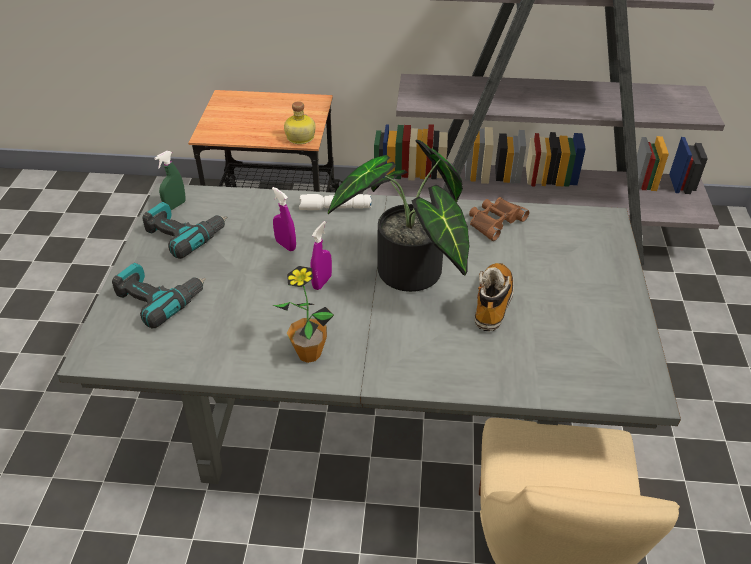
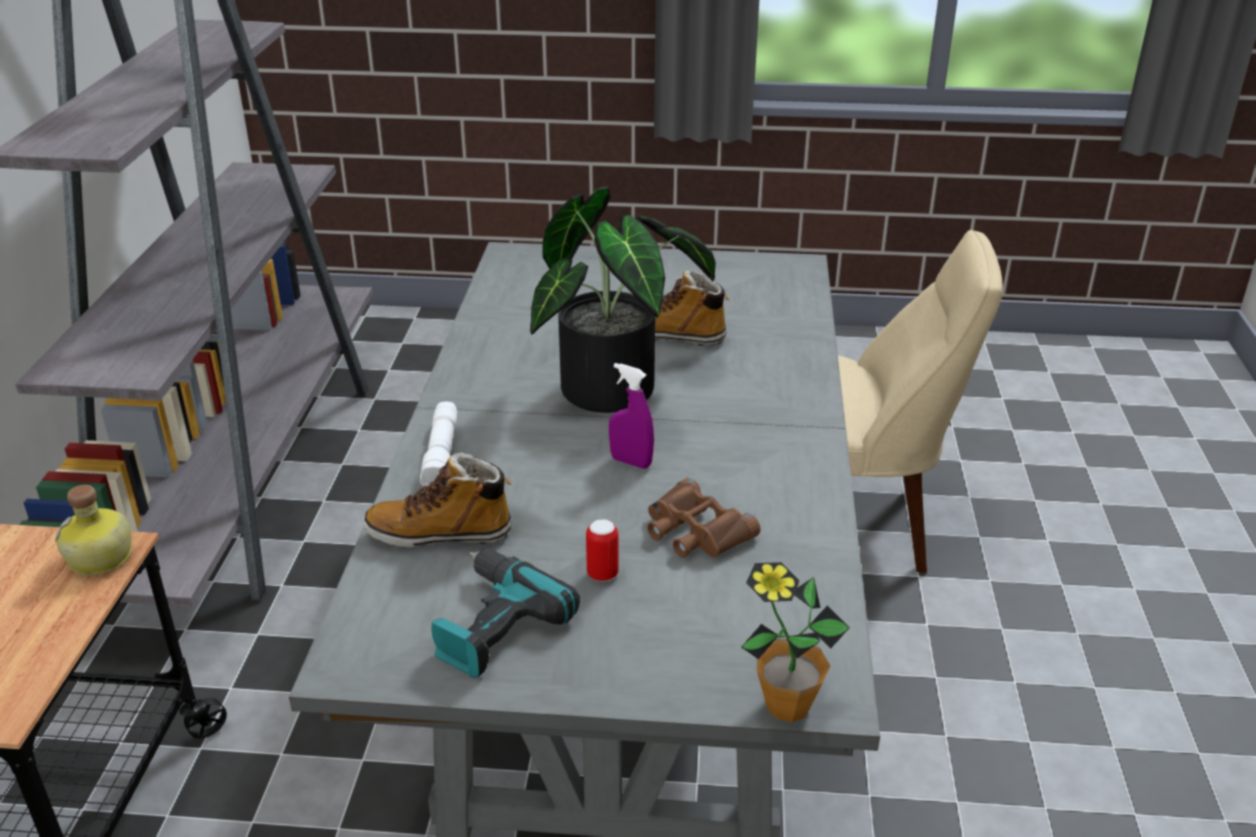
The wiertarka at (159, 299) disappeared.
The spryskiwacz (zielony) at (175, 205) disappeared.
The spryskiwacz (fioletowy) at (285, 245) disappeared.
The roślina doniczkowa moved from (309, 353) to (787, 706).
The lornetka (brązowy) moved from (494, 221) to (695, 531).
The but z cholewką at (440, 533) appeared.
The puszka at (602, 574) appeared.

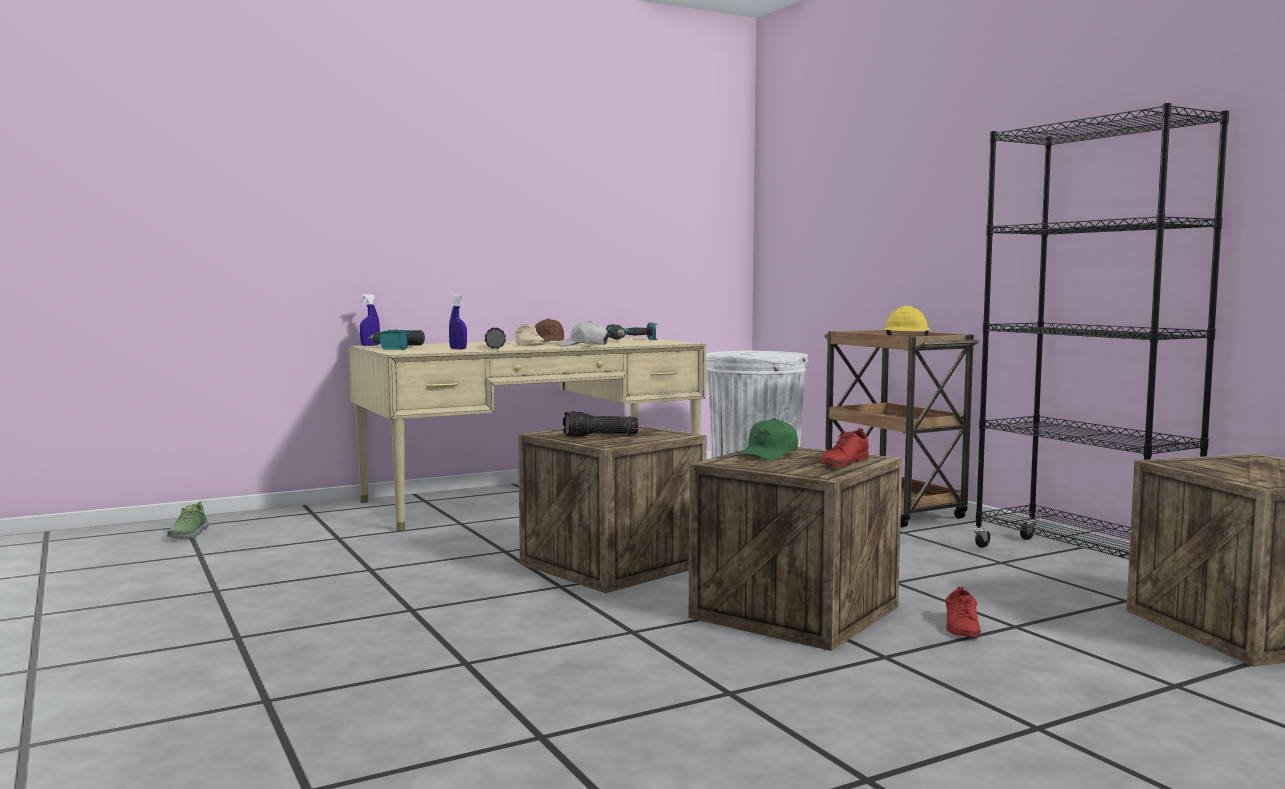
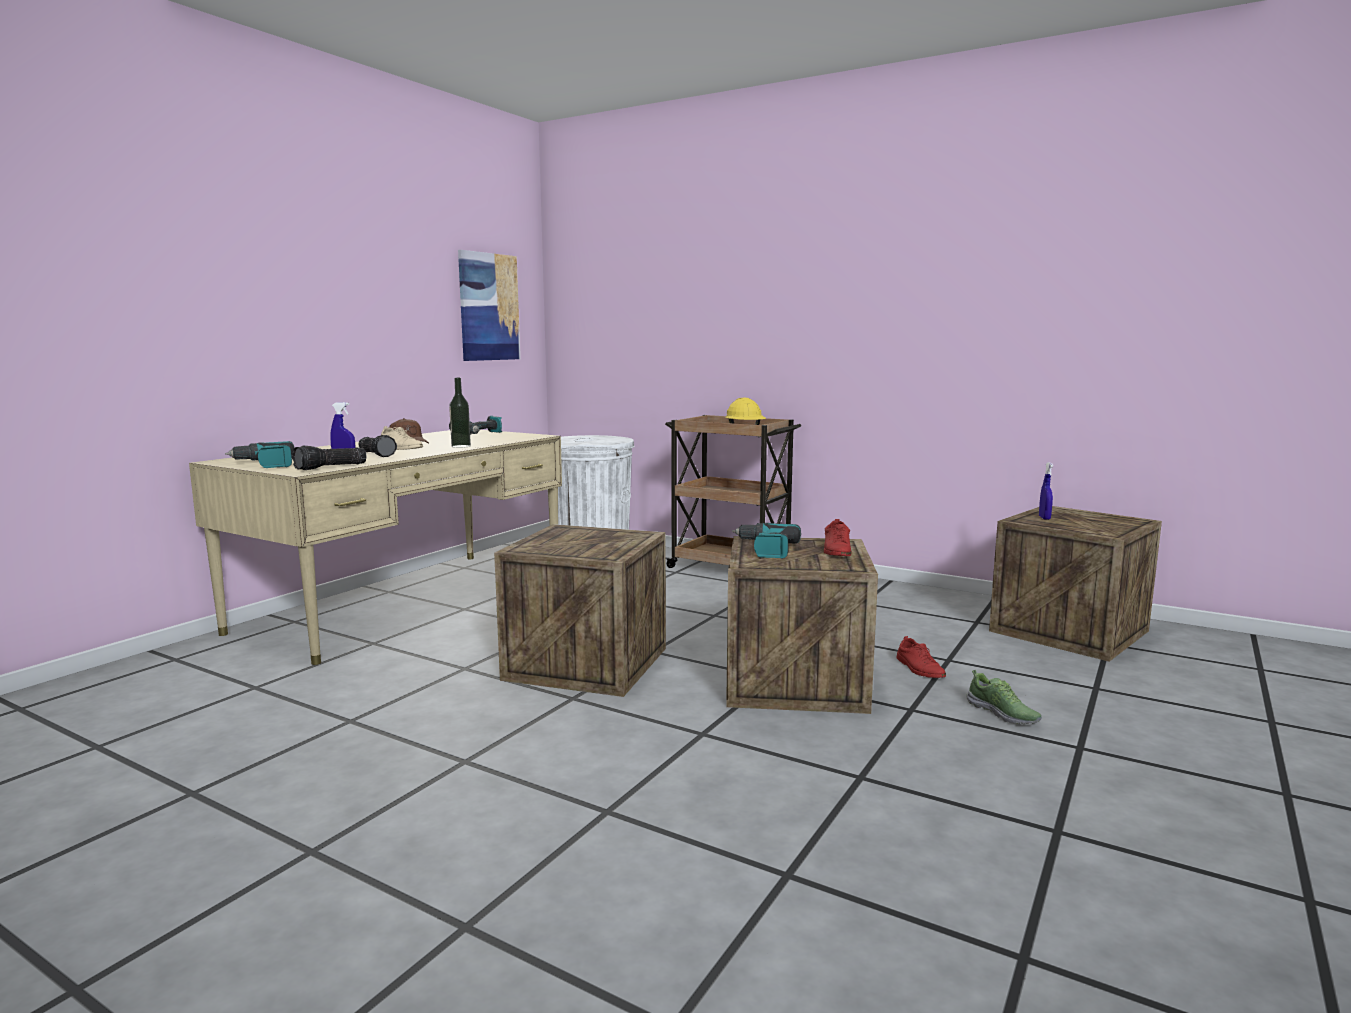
The but moved from (188, 534) to (1003, 714).
The spryskiwacz (niebieski) moved from (370, 345) to (1044, 518).
The czapka z daszkiem (biały) at (583, 346) was replaced by the butelka at (461, 446).
The latarka moved from (600, 436) to (331, 467).
The czapka z daszkiem (zielony) at (769, 455) was replaced by the wiertarka at (766, 549).
The regał (czarny) at (1080, 564) disappeared.
The obraz at (489, 307) appeared.

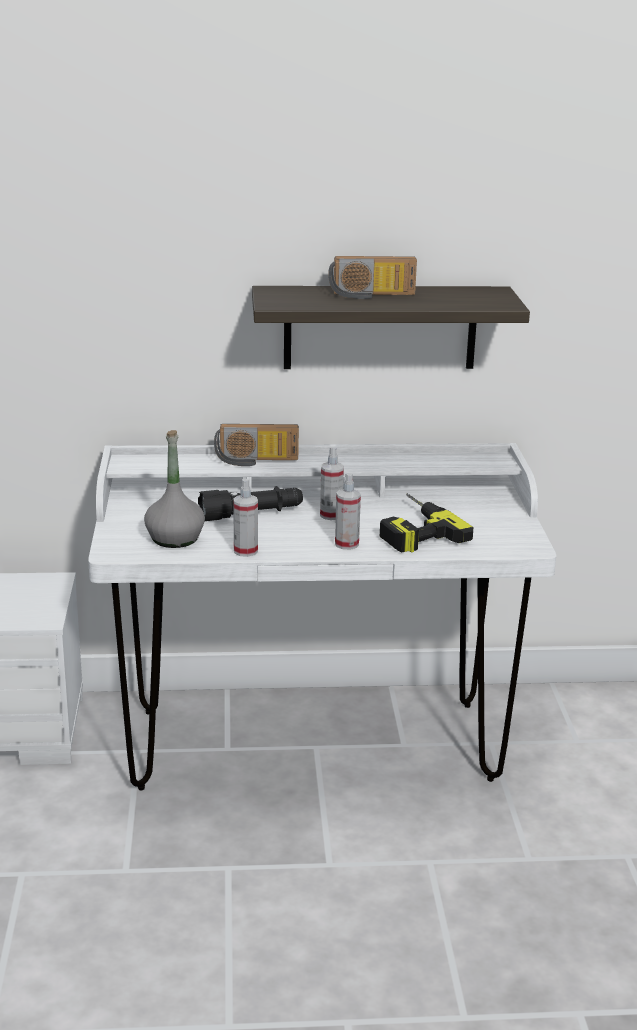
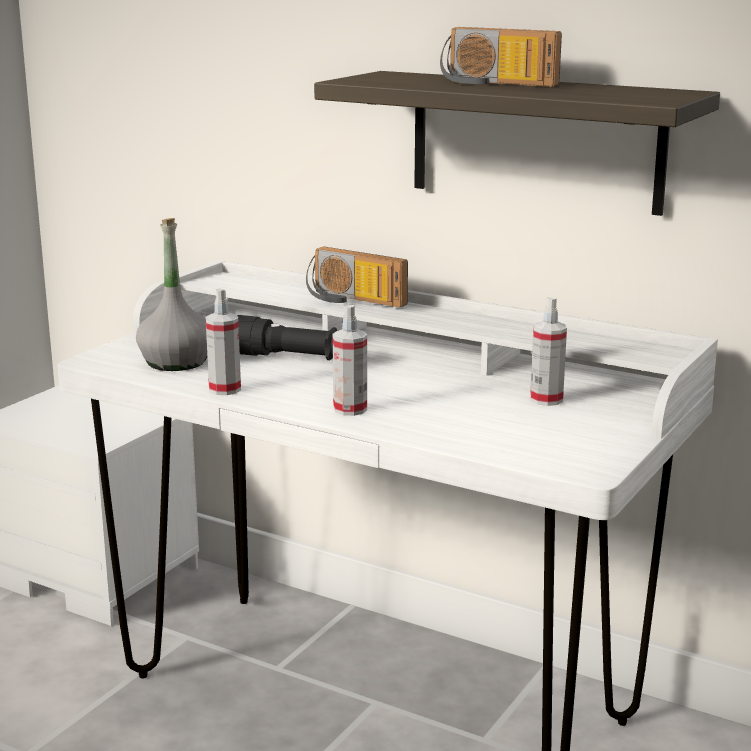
The spryskiwacz moved from (331, 515) to (546, 399).
The wiertarka at (411, 529) disappeared.

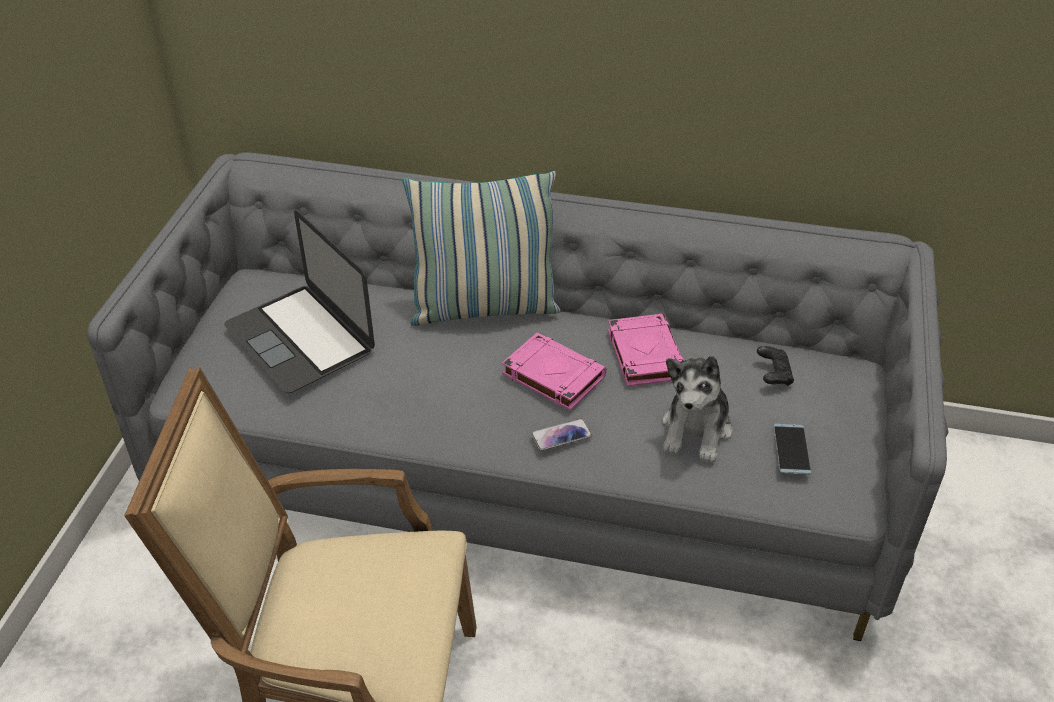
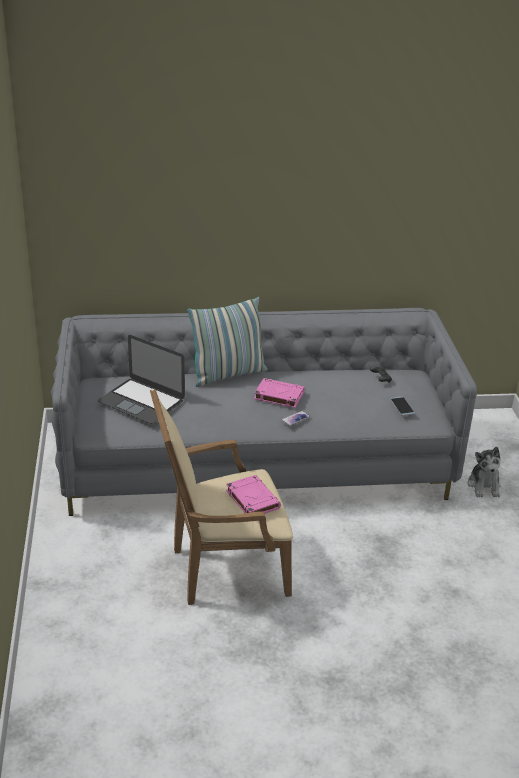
The książka (różowy) moved from (645, 354) to (252, 499).
The pluszak moved from (696, 430) to (484, 486).

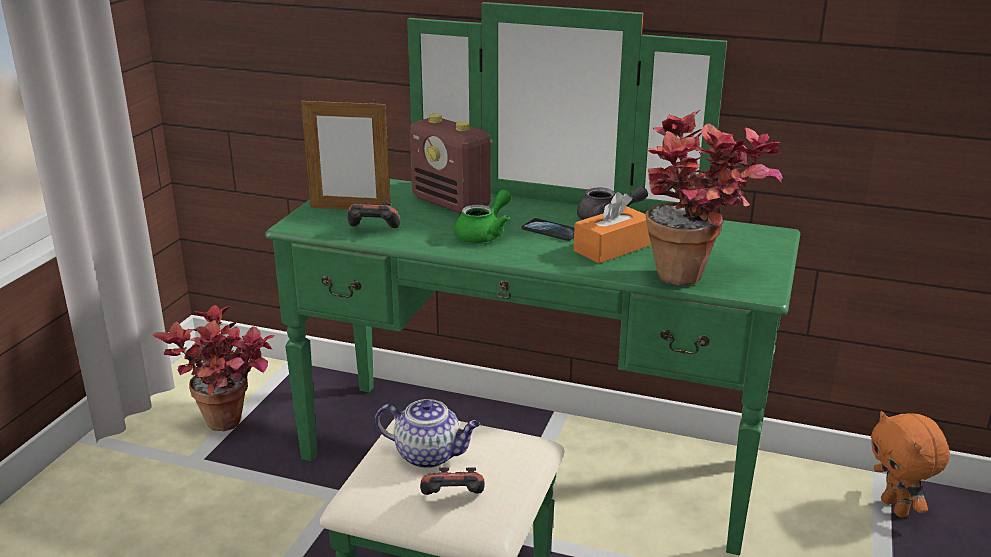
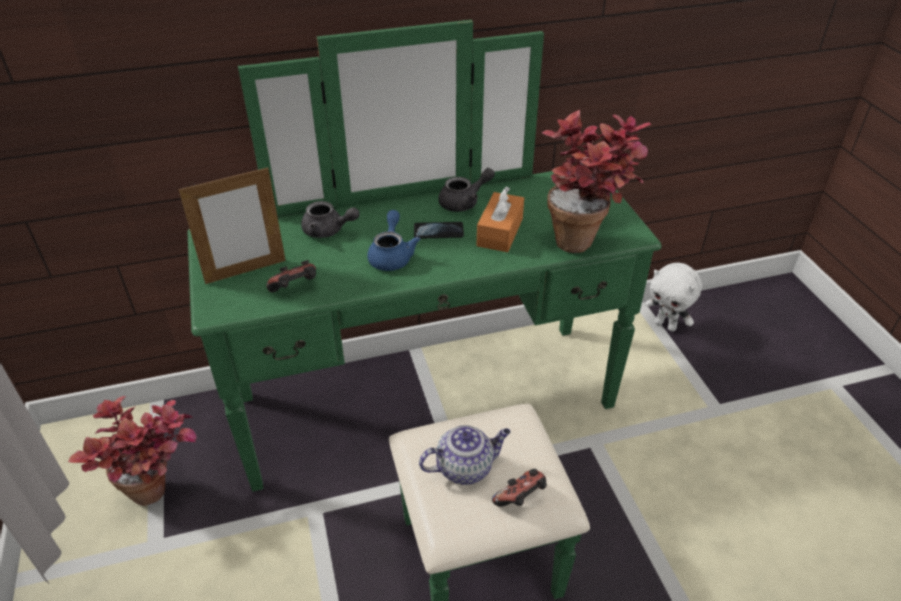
The radio at (452, 204) was replaced by the imbryk (szary) at (328, 231).
The imbryk (zielony) at (484, 234) became the imbryk (niebieski) at (392, 256).
The pluszak (pomarańczowy) at (896, 508) became the pluszak (biały) at (666, 325).

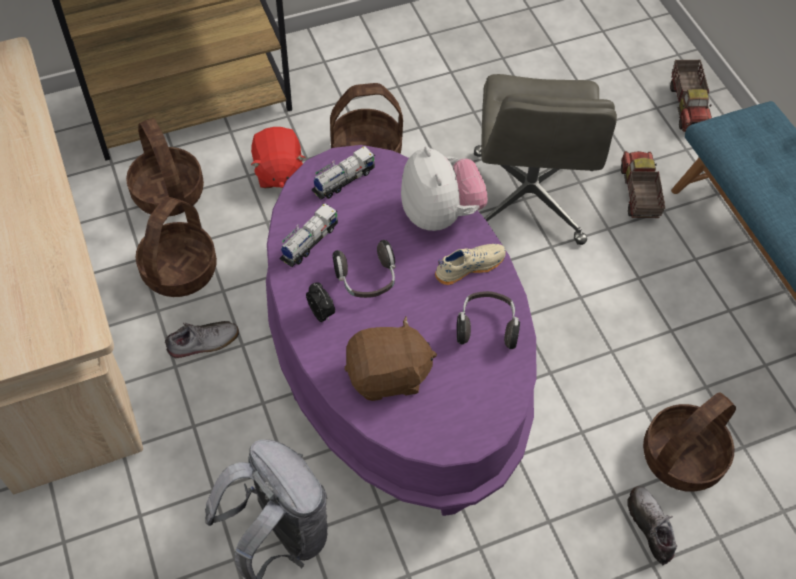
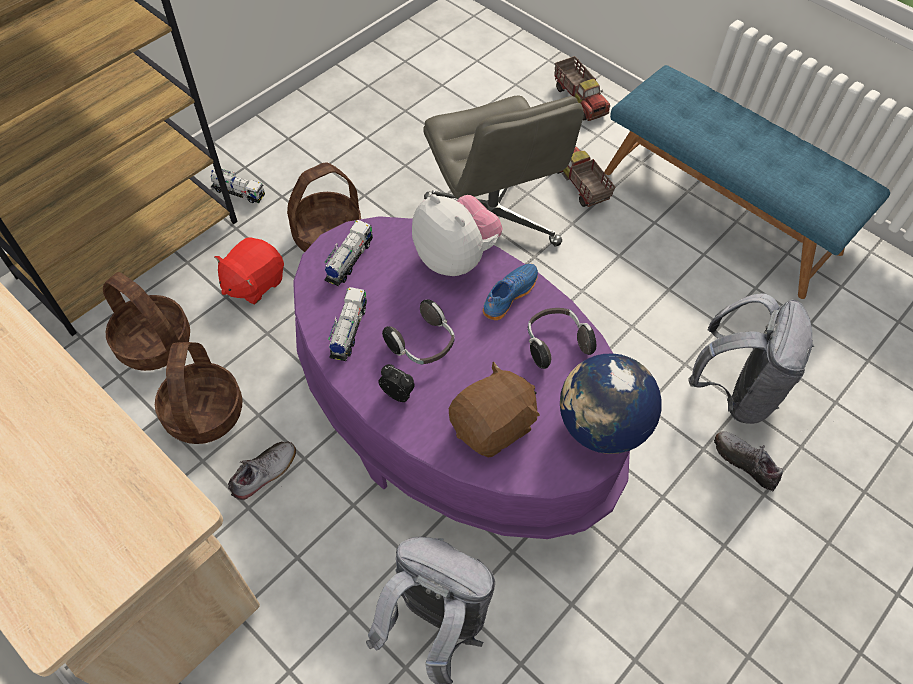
The pluszak (czerwony) at (278, 172) turned 75 degrees clockwise.
The but (beżowy) at (468, 266) became the but (niebieski) at (508, 295).
The koszyk at (682, 455) was replaced by the plecak (szary) at (735, 390).
The ciężarówka zabawkowa at (239, 193) appeared.
The globus at (601, 426) appeared.

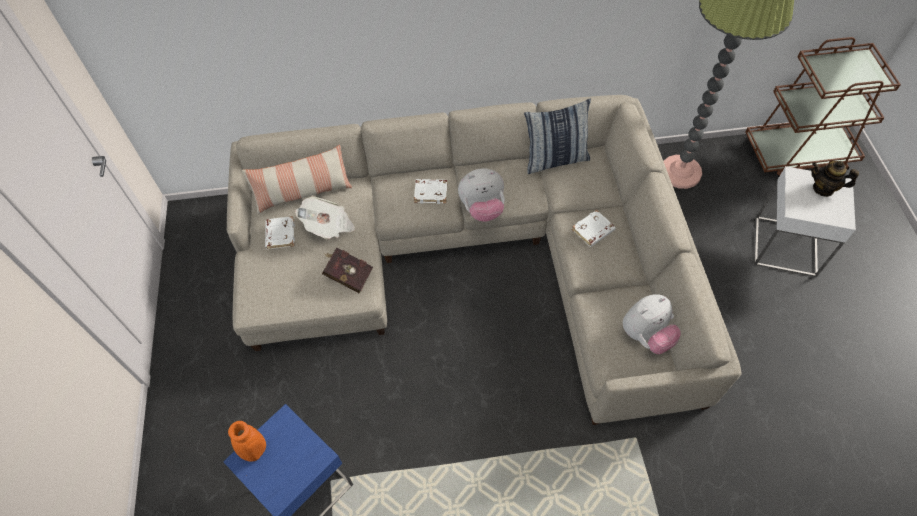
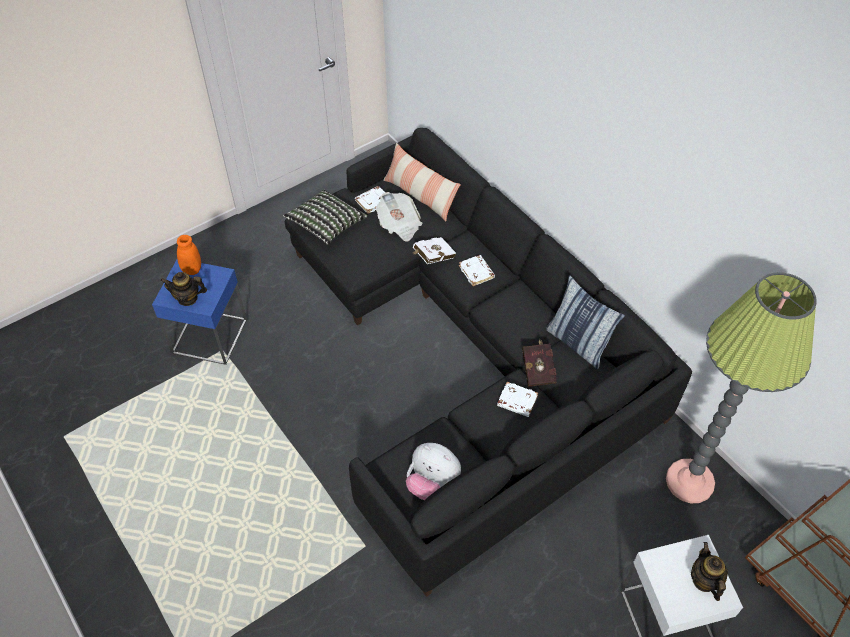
The kanapa (beżowy) at (476, 256) became the kanapa (czarny) at (470, 353).
The książka (czerwony) moved from (348, 275) to (538, 369).
The pluszak at (482, 209) disappeared.
The imbryk at (188, 298) appeared.
The poduszka at (326, 225) appeared.
The książka (biały) at (432, 258) appeared.

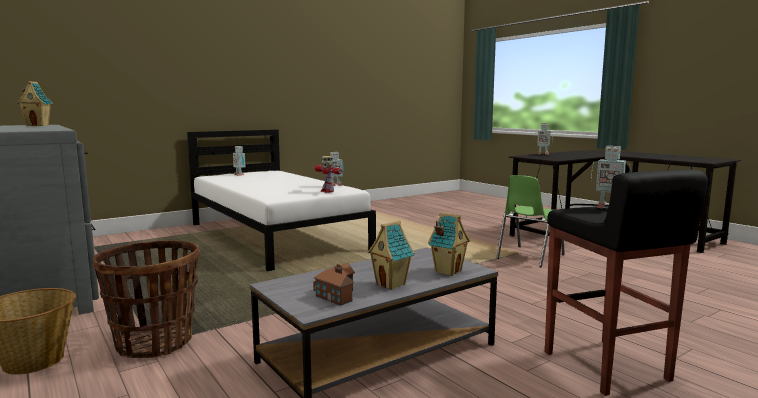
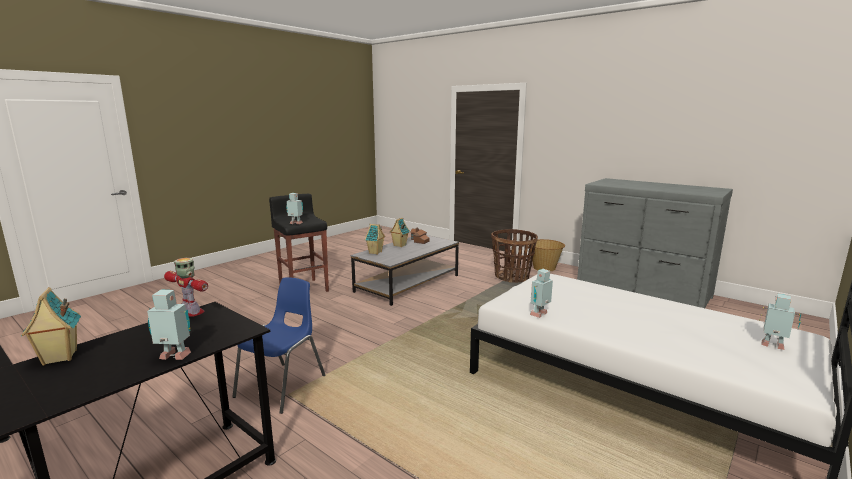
The domek moved from (38, 125) to (59, 358).
The robot zabawkowy moved from (327, 191) to (192, 312).
The krzesło (zielony) at (529, 257) became the krzesło (niebieski) at (283, 386).

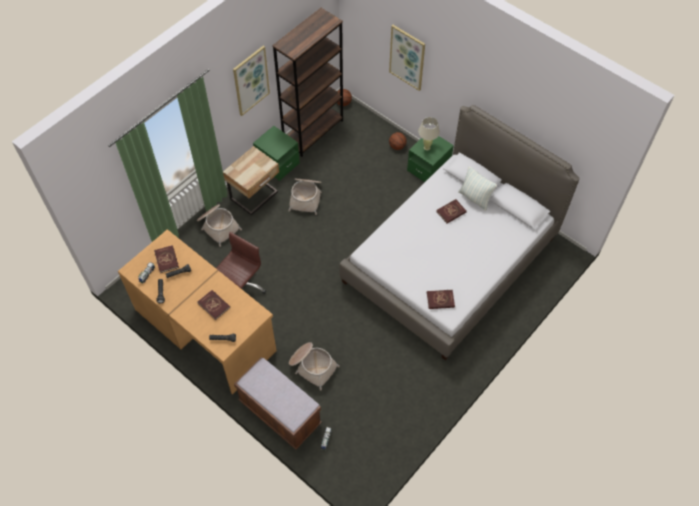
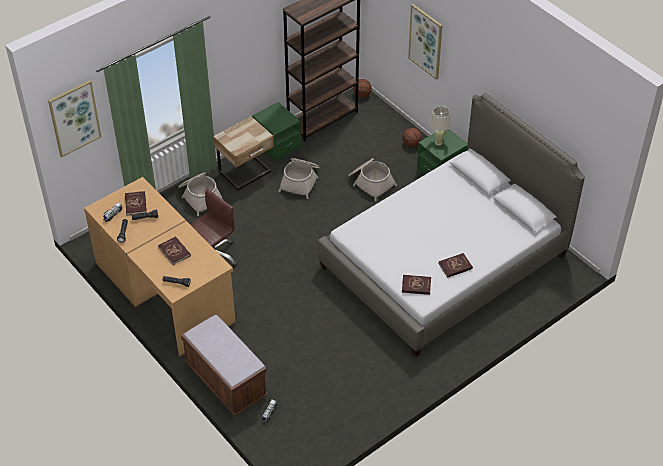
The obraz moved from (251, 80) to (74, 118).
The koszyk moved from (312, 366) to (370, 182).
The książka (czerwony) moved from (451, 212) to (455, 266).
The poduszka at (475, 198) disappeared.

